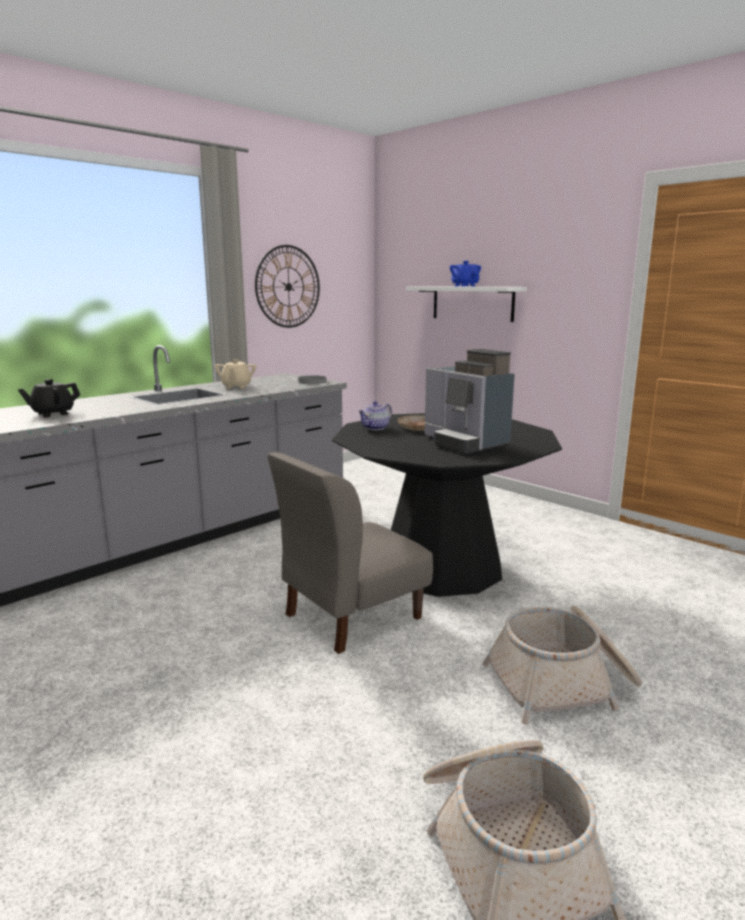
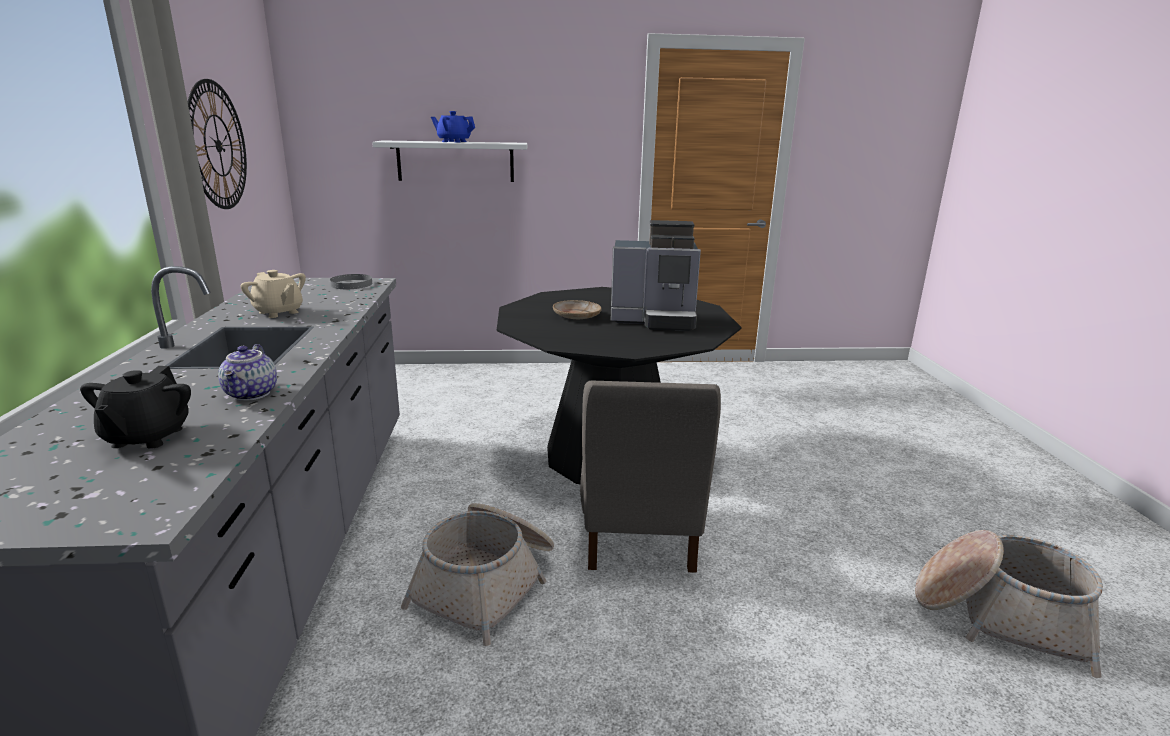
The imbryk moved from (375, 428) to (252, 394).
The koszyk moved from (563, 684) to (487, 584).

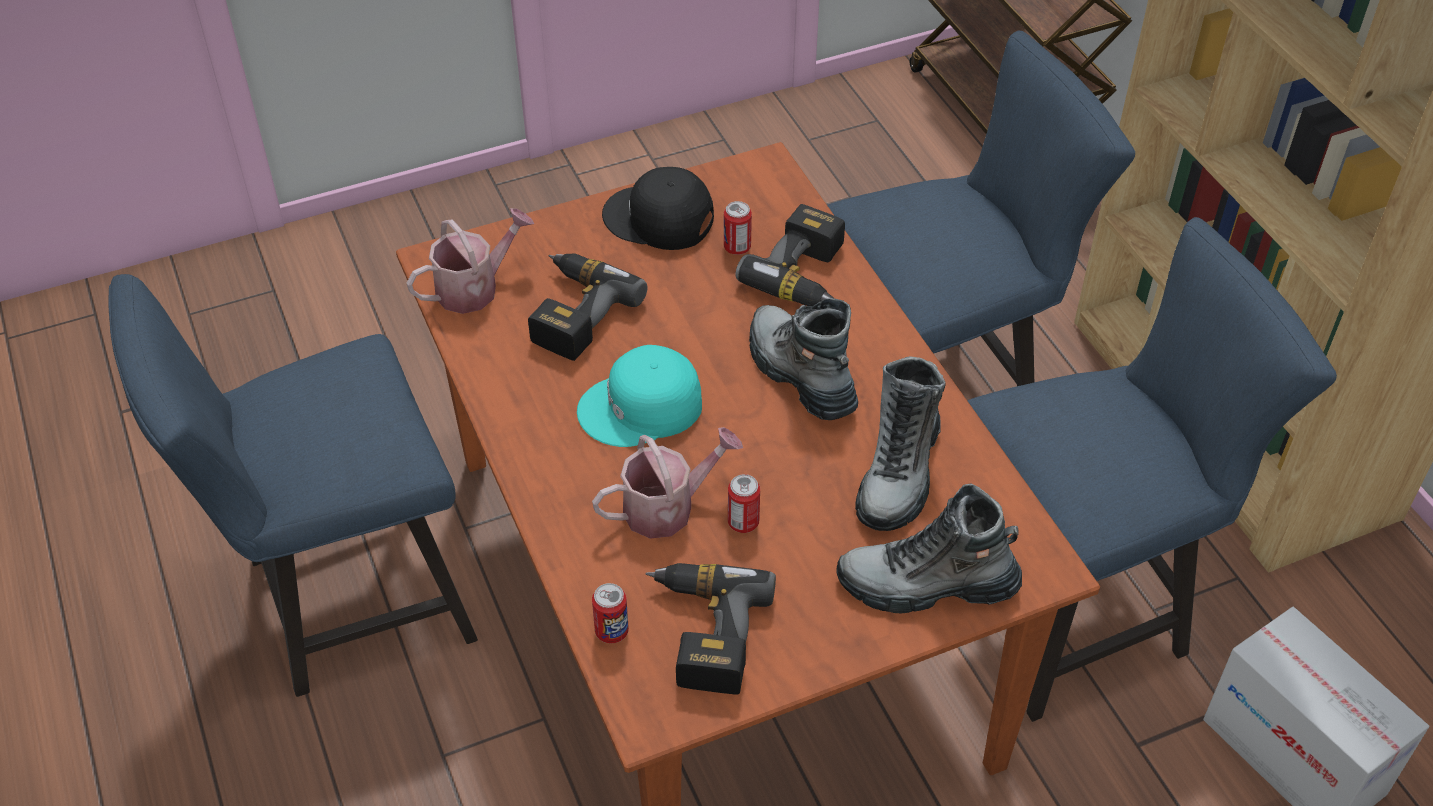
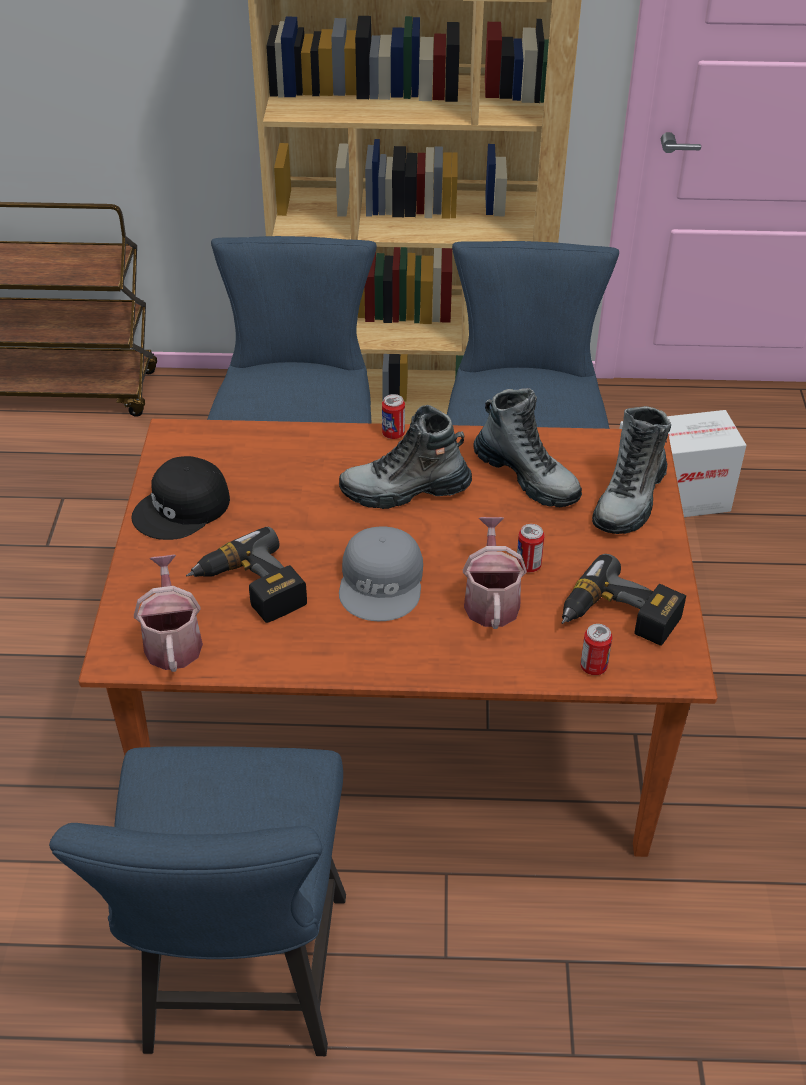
The czapka z daszkiem (turkusowy) at (642, 408) became the czapka z daszkiem (szary) at (383, 582).
The puszka moved from (737, 247) to (393, 434).
The wiertarka at (807, 274) disappeared.

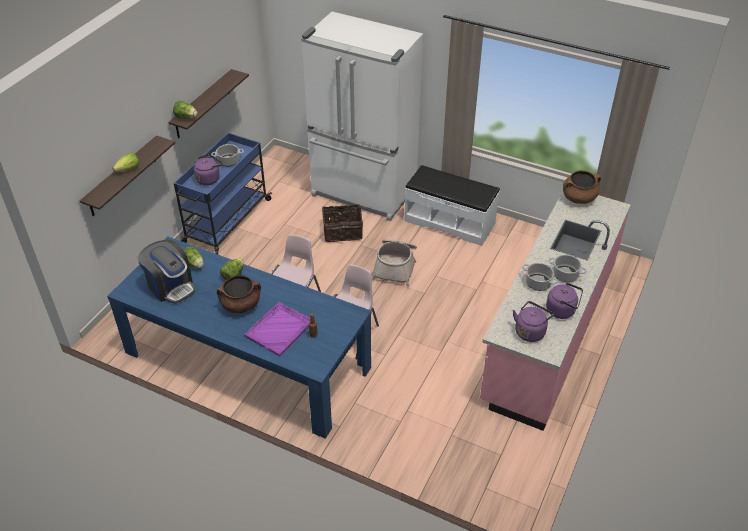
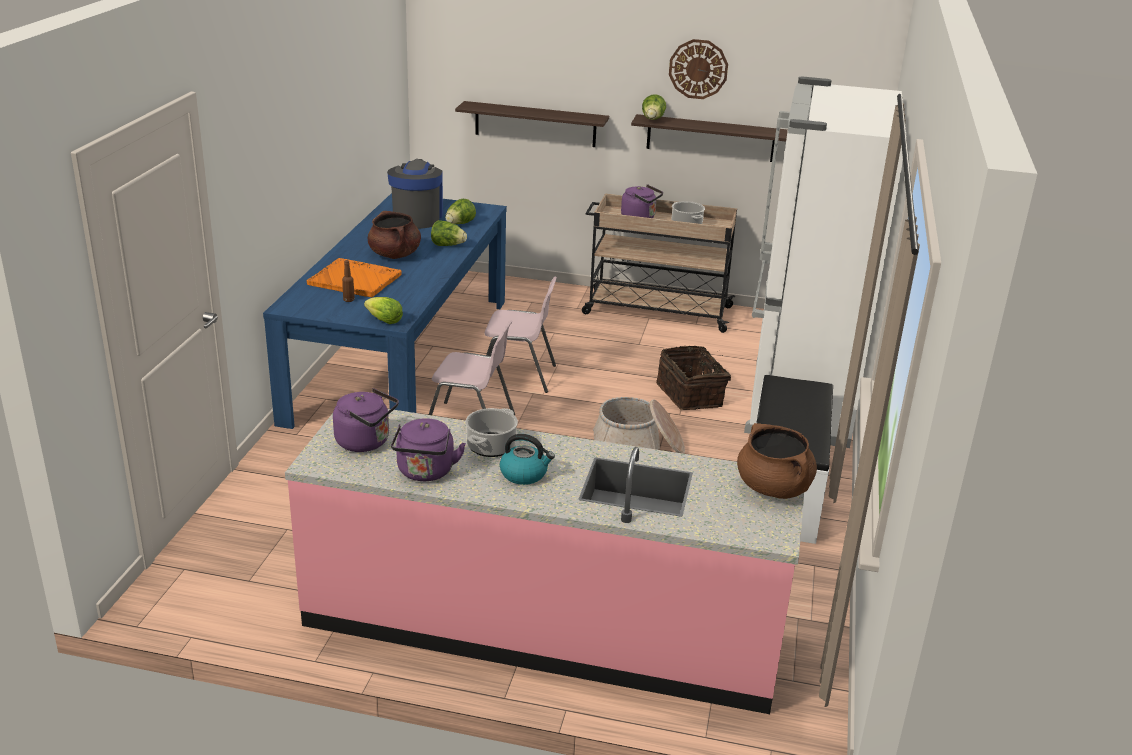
The sałata moved from (128, 170) to (384, 321).
The ekspres do kawy at (170, 286) turned 150 degrees clockwise.
The wózek (niebieski) at (226, 222) became the wózek (beżowy) at (655, 310).
The taca (fioletowy) at (279, 329) became the taca (pomarańczowy) at (355, 280).
The garnek at (565, 275) was replaced by the czajnik at (524, 474).
The zegar ścienny at (698, 69) appeared.

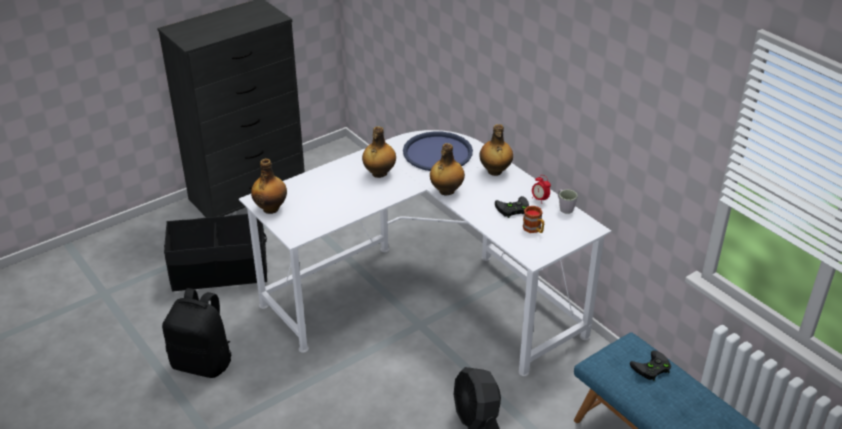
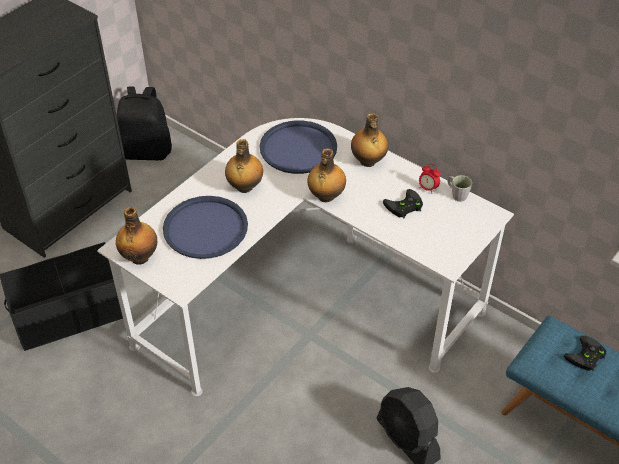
The plecak (czarny) moved from (203, 363) to (147, 151).
The kubek at (534, 229) disappeared.
The taca (niebieski) at (205, 228) appeared.

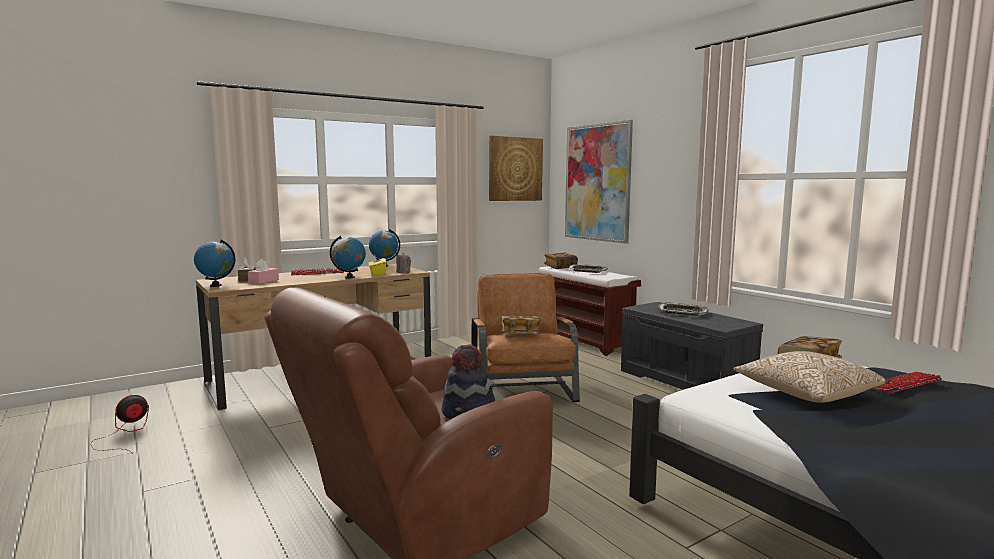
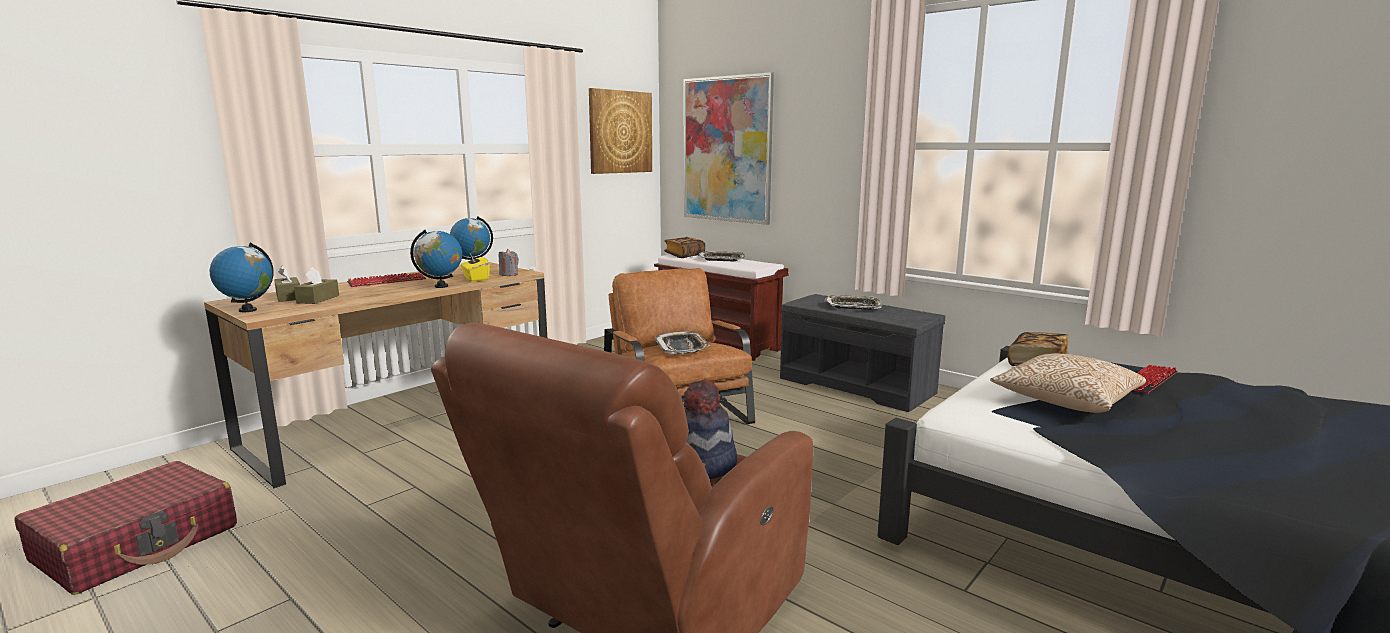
The wentylator at (125, 433) was replaced by the walizka (czerwony) at (138, 543).
The pudełko chusteczek (różowy) at (263, 281) became the pudełko chusteczek (brązowy) at (318, 299).
The książka at (520, 334) was replaced by the taca at (682, 347).

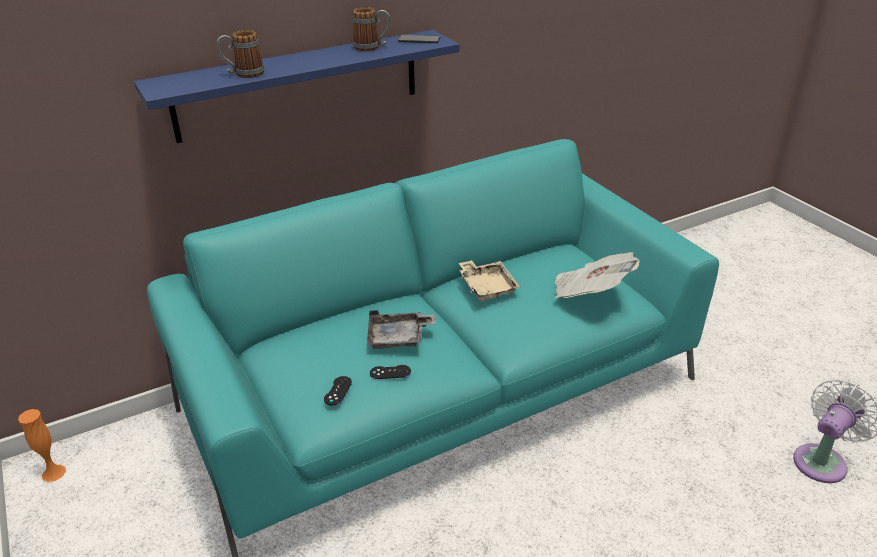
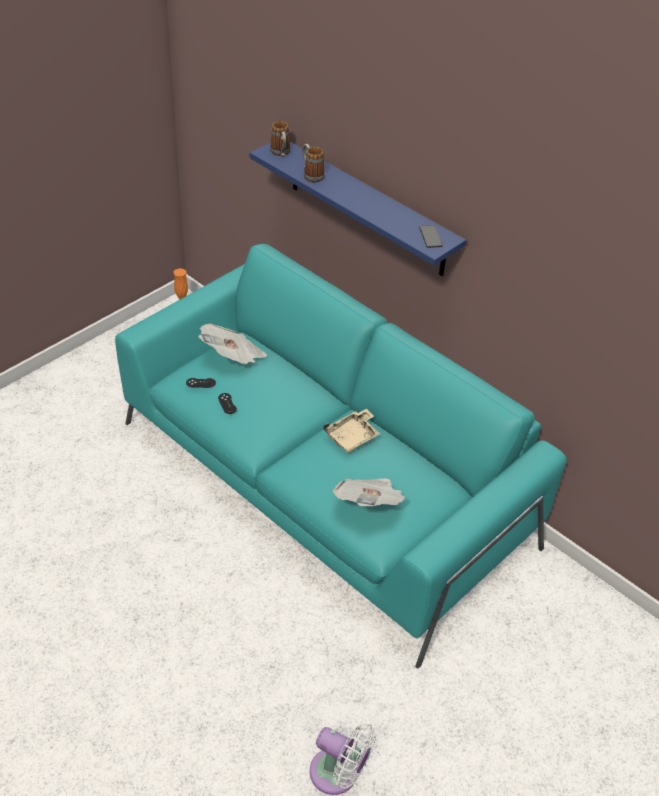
The kubek moved from (372, 48) to (281, 153).
The taca (szary) at (398, 338) disappeared.
The gazeta at (233, 357) appeared.

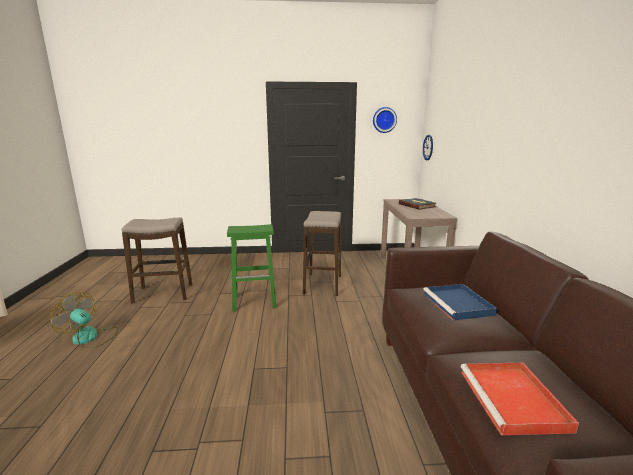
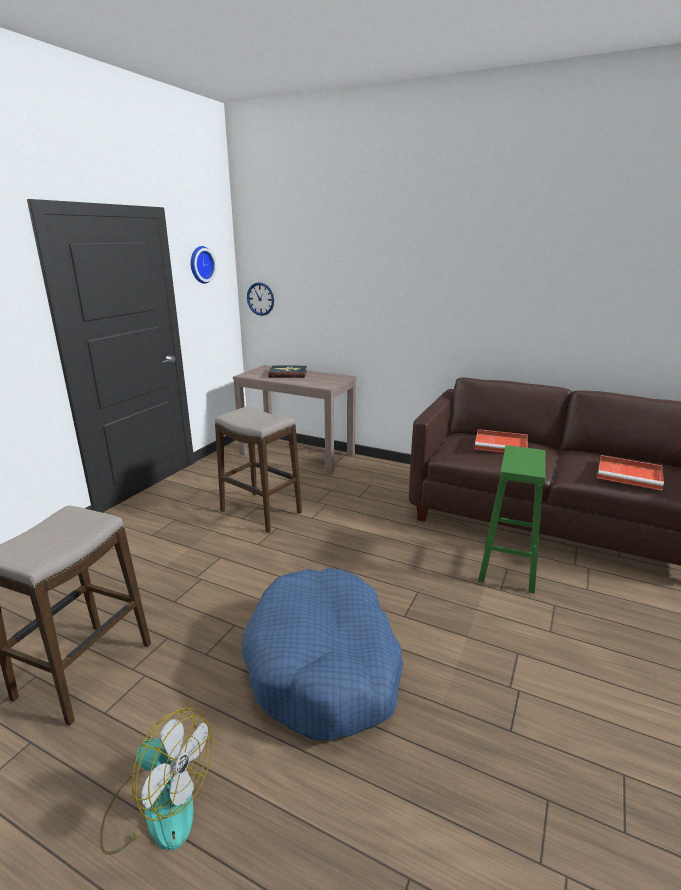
The wentylator at (90, 338) turned 120 degrees counterclockwise.
The stołek (zielony) moved from (255, 301) to (507, 567).
The taca (niebieski) at (459, 304) became the taca (czerwony) at (502, 444).
The legowisko (niebieski) at (324, 665) appeared.

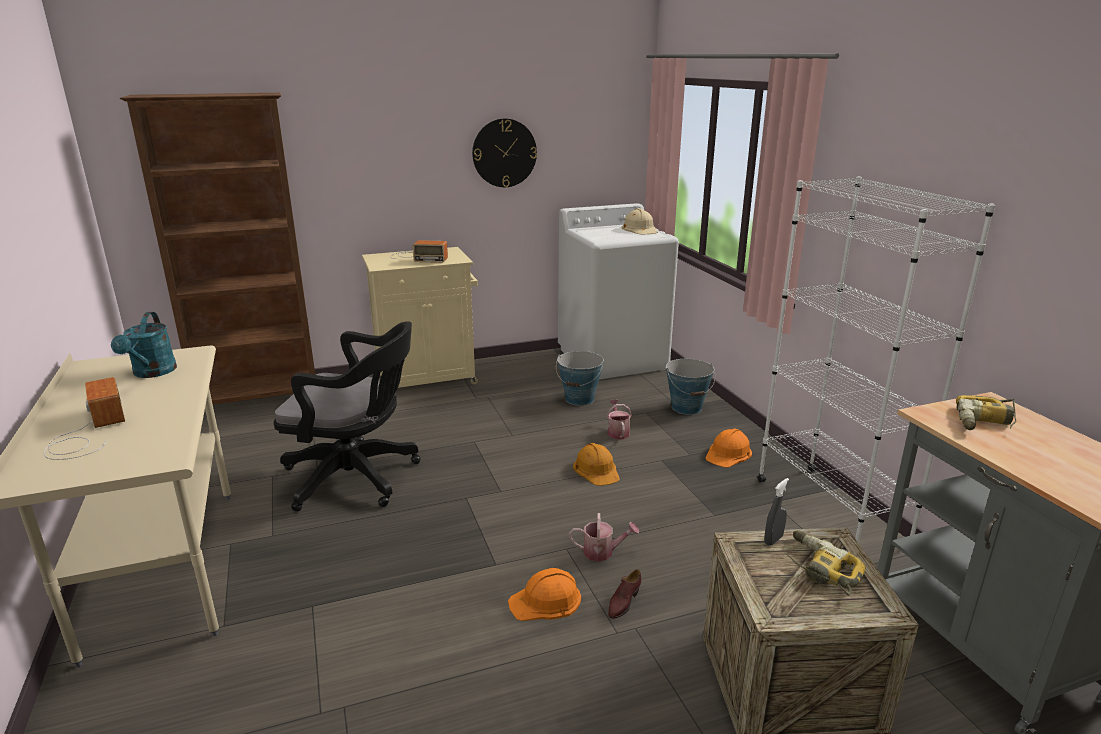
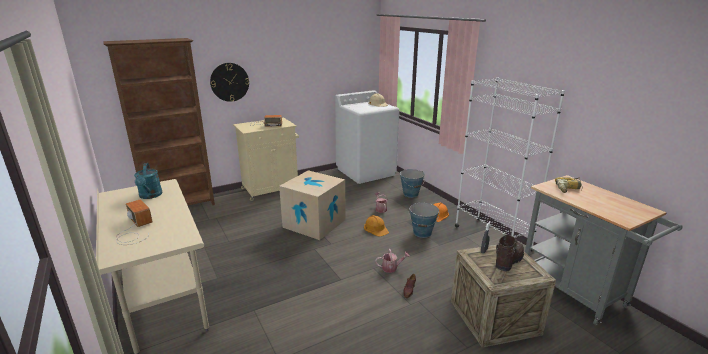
The krzesło biurowe (czarny) at (358, 478) disappeared.
The zegar ścienny moved from (504, 153) to (229, 82).
The kask (pomarańczowy) at (546, 601) disappeared.
The wiadro moved from (580, 399) to (422, 233).
The wiertarka at (819, 569) was replaced by the but z cholewką (brązowy) at (508, 261).
The karton at (314, 223) appeared.

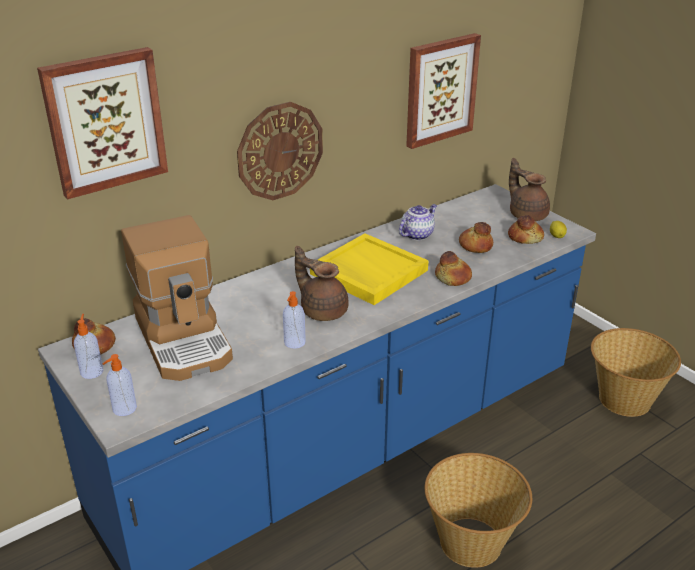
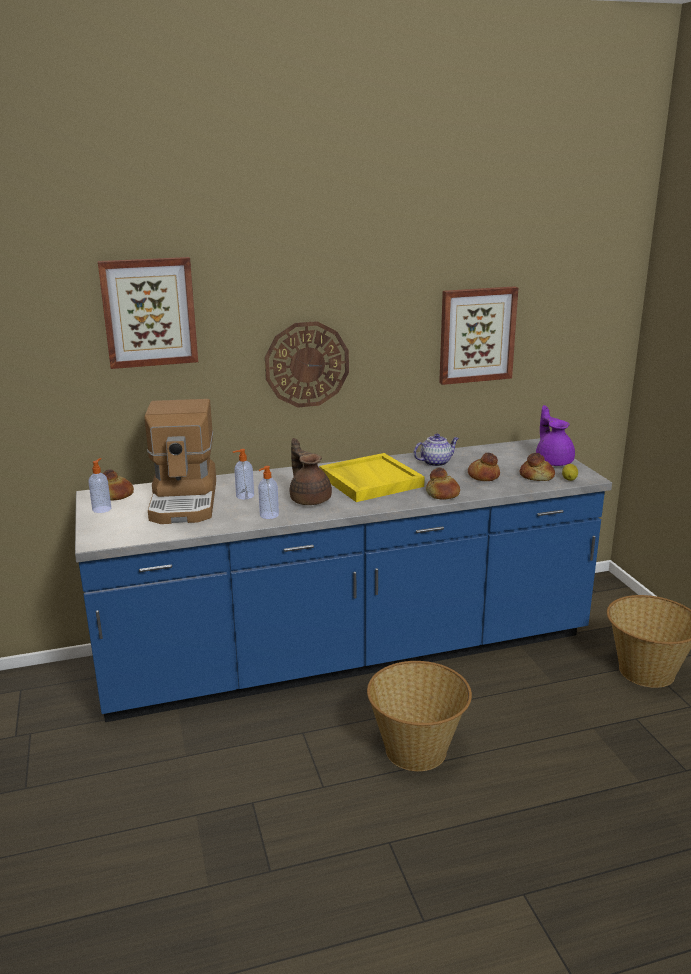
The dozownik mydła moved from (124, 409) to (244, 496).
The imbryk (brązowy) at (527, 214) became the imbryk (fioletowy) at (553, 461).

